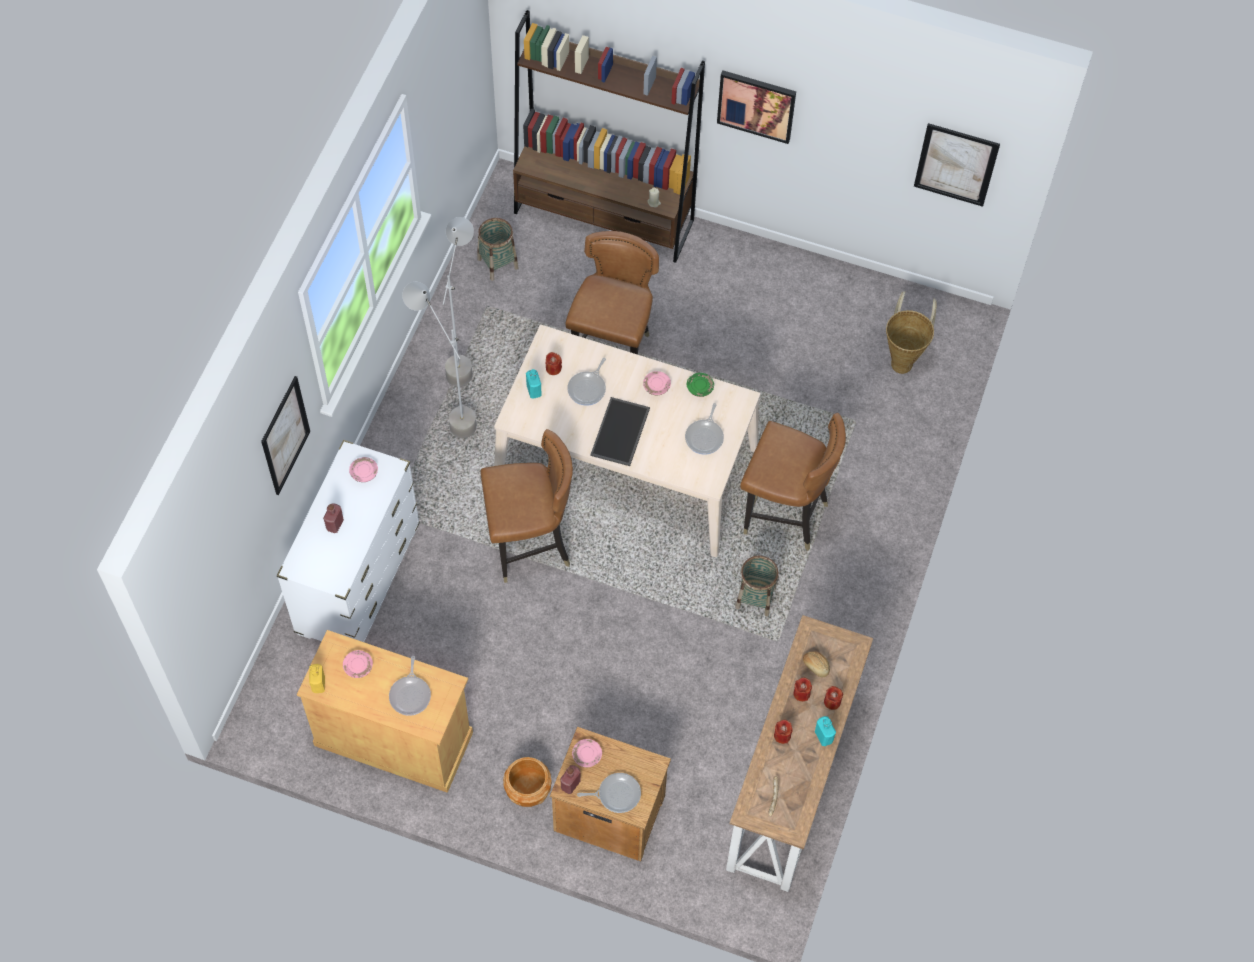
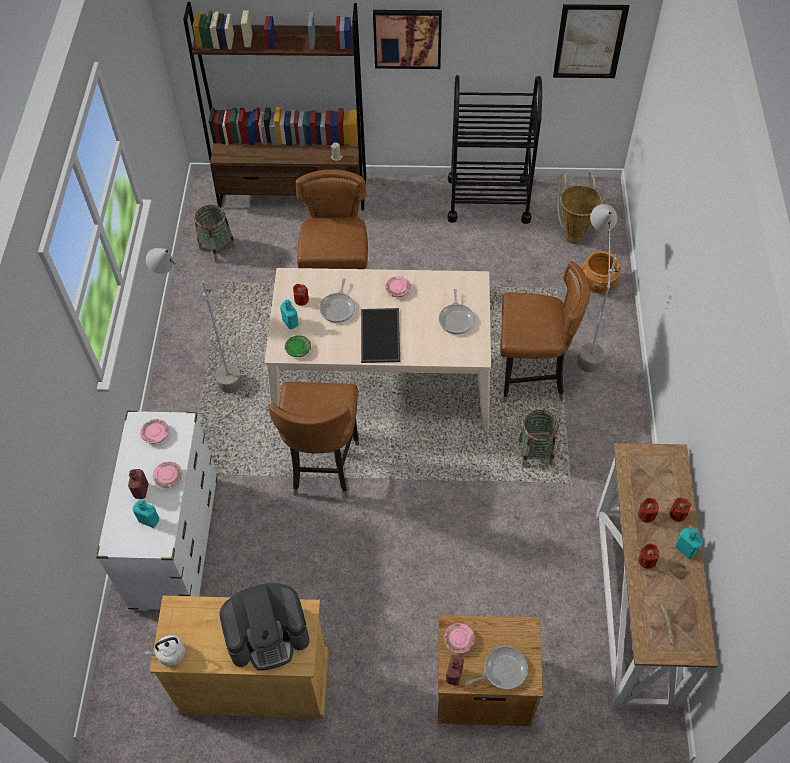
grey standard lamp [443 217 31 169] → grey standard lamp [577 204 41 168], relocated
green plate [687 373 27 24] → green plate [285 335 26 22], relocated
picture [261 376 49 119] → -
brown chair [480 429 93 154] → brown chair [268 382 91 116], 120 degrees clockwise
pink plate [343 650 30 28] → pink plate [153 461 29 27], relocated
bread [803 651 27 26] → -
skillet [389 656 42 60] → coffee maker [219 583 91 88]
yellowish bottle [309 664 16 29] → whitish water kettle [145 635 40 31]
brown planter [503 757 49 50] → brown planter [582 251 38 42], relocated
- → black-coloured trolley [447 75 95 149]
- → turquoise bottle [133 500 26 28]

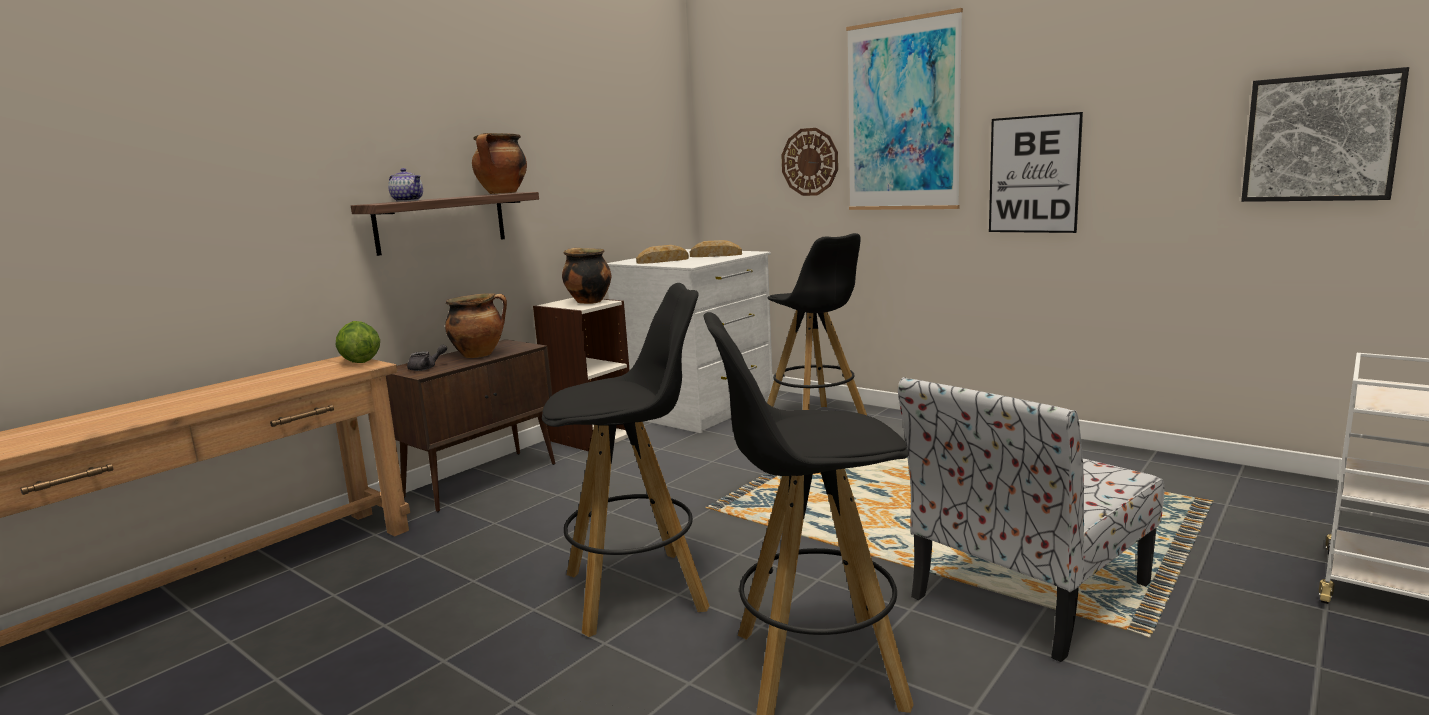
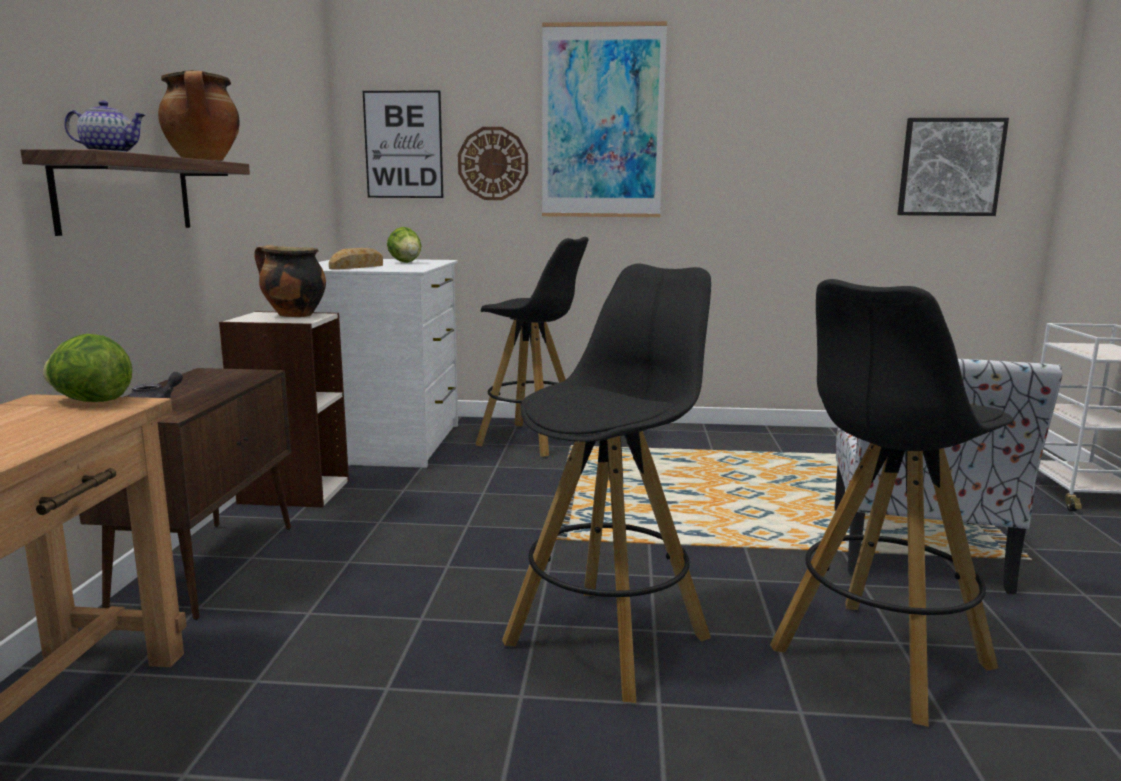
picture [989 112 94 121] → picture [363 90 80 108], relocated
bread [690 240 52 17] → lettuce head [387 227 34 36]
stockpot [445 293 62 65] → -

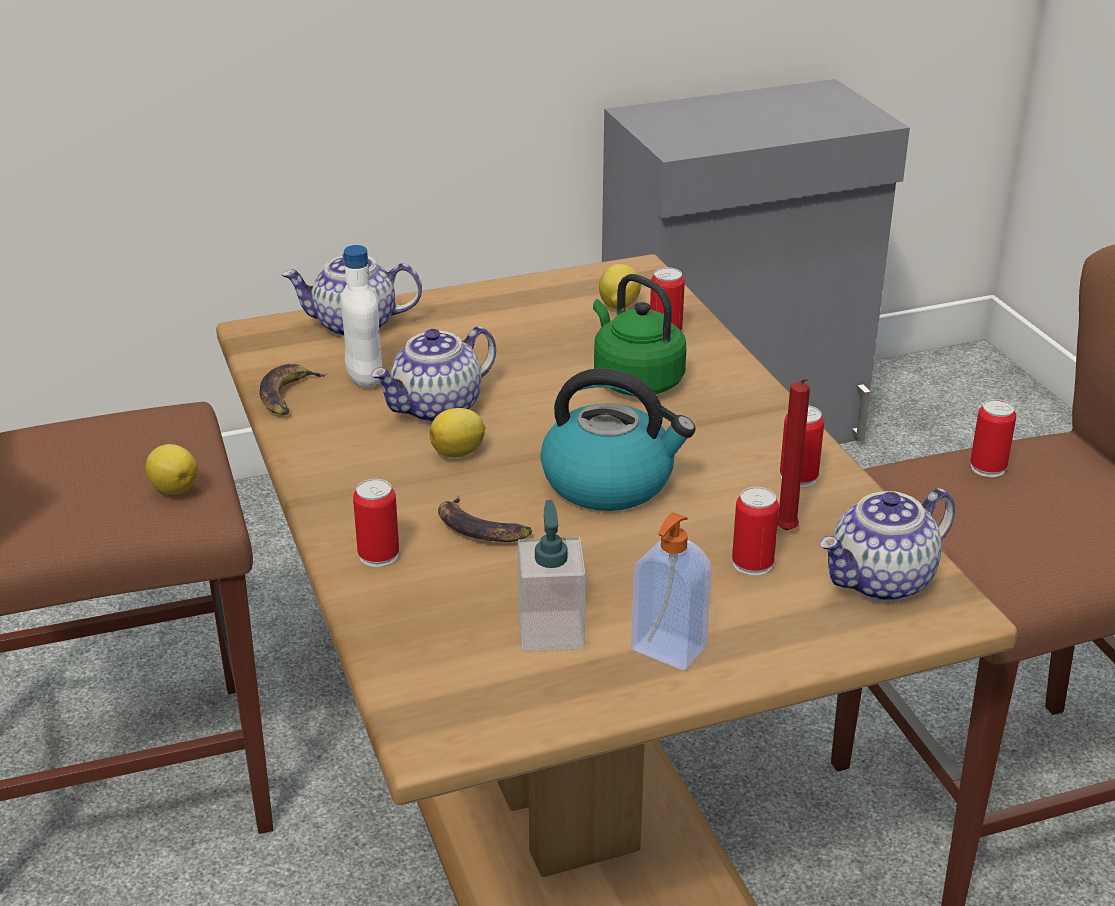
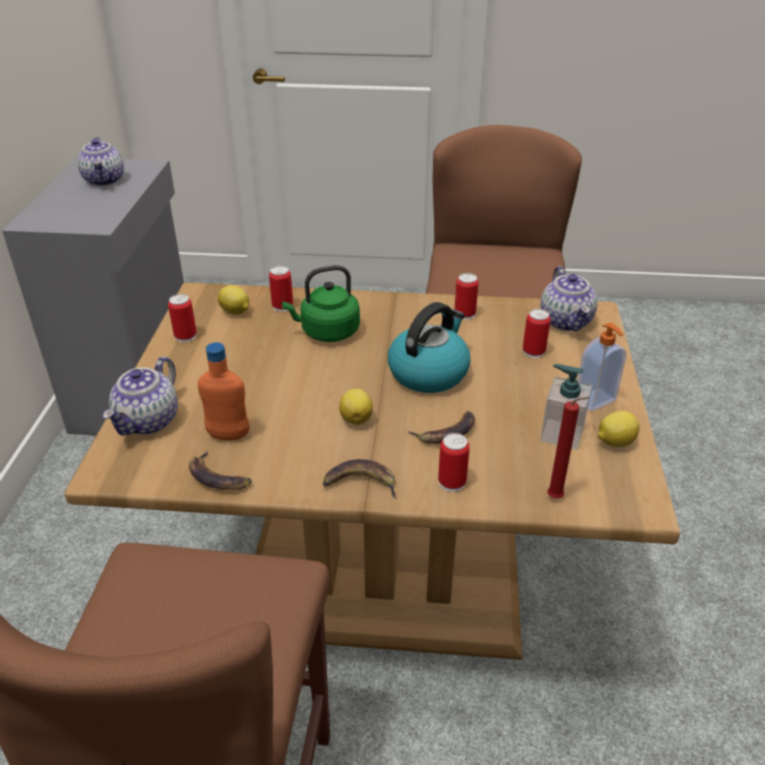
whitish bottle [341 245 41 144] → orange-coloured bottle [198 342 52 98]
pot for tea [371 326 125 97] → pot for tea [77 137 47 49], relocated
reddish candle [777 378 33 153] → reddish candle [548 397 42 102], relocated
can [970 399 46 78] → can [168 294 29 48], relocated
whole lemon [145 444 53 50] → whole lemon [598 411 41 36], relocated
- → banana [322 459 74 40]

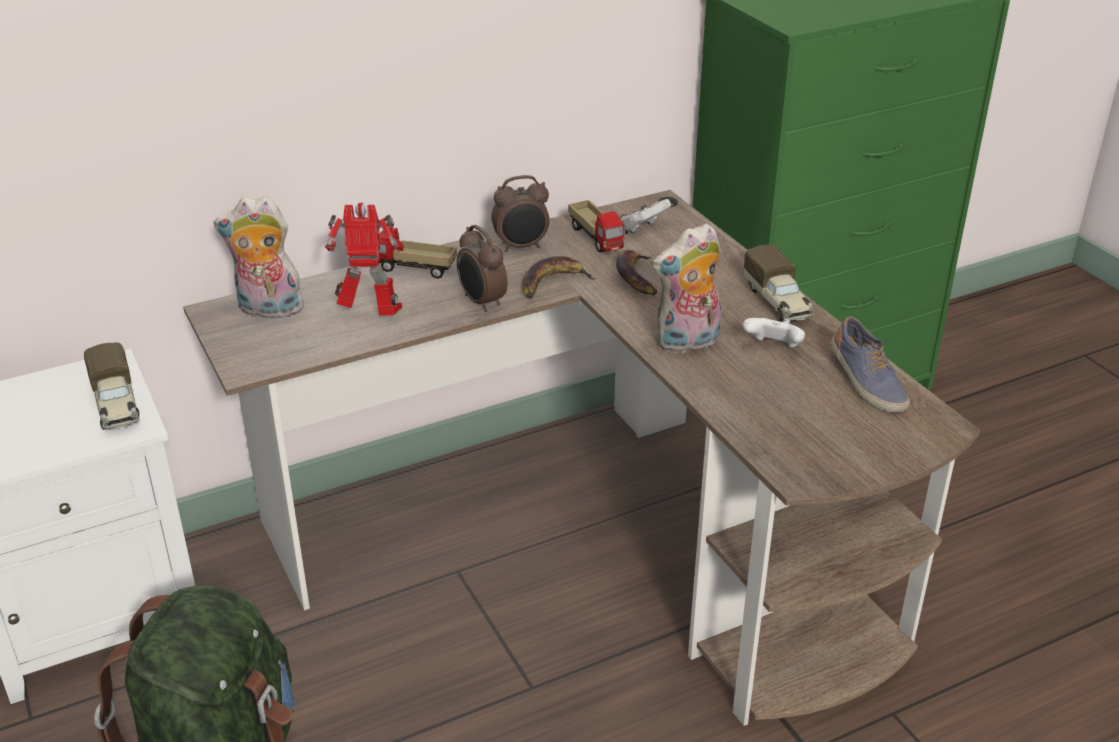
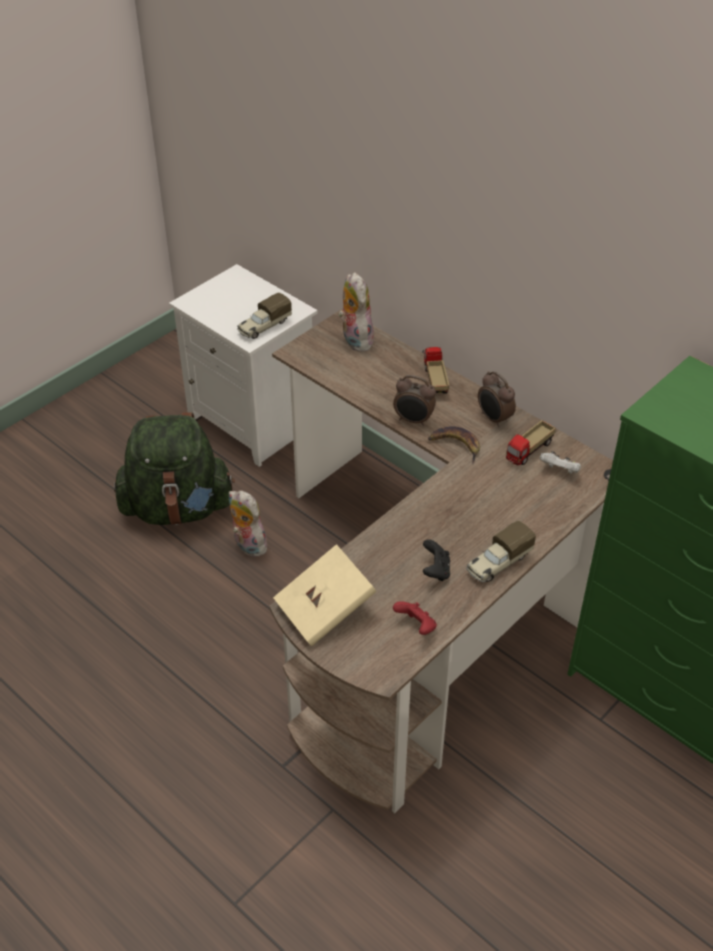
robot figure [325 202 79 114] → -
cuddly toy [652 223 69 131] → cuddly toy [229 490 38 67], relocated
alarm clock [457 225 51 87] → alarm clock [393 375 43 51], 105 degrees counterclockwise
banana [616 250 41 45] → -
shoe [831 316 79 97] → reddish joypad [393 601 44 34]
whitish joypad [743 318 62 29] → black-coloured joypad [423 539 27 42]
- → beige-coloured bound book [273 544 104 102]

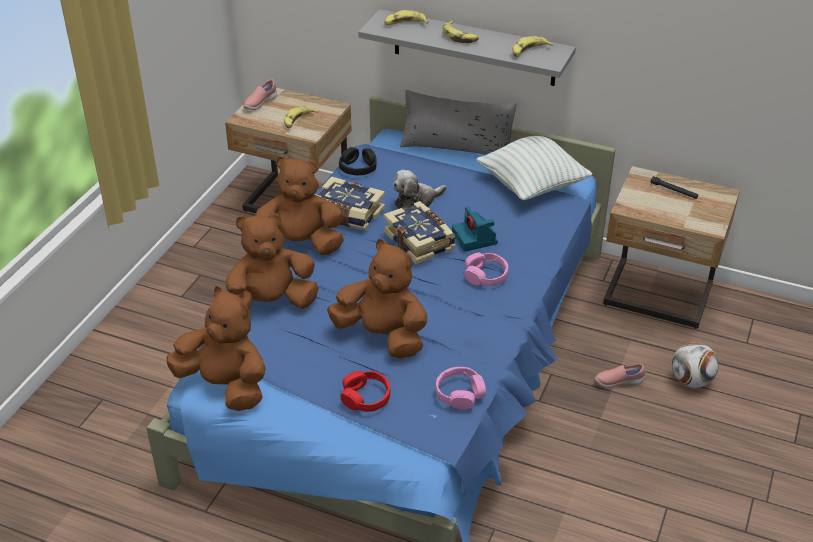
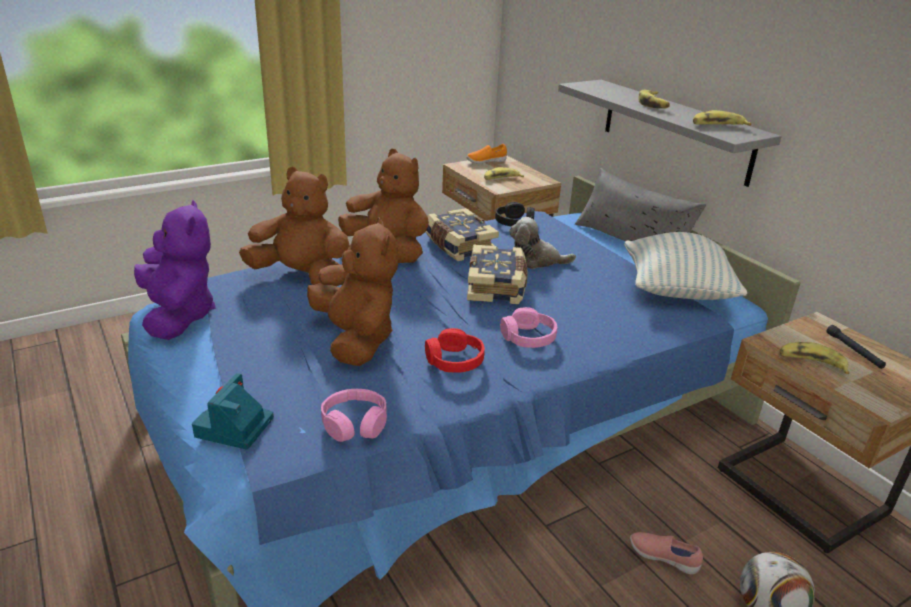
banana [385 10 44 16] → banana [780 342 69 32], relocated
pink shoe [243 79 34 31] → orange-coloured shoe [466 144 41 20]
still camera [452 207 46 45] → still camera [192 373 82 77], relocated
brown cuddly toy [167 286 98 125] → purplish cuddly toy [134 200 82 140]
reddish pair of headphones [340 371 50 41] → reddish pair of headphones [425 328 60 45], relocated

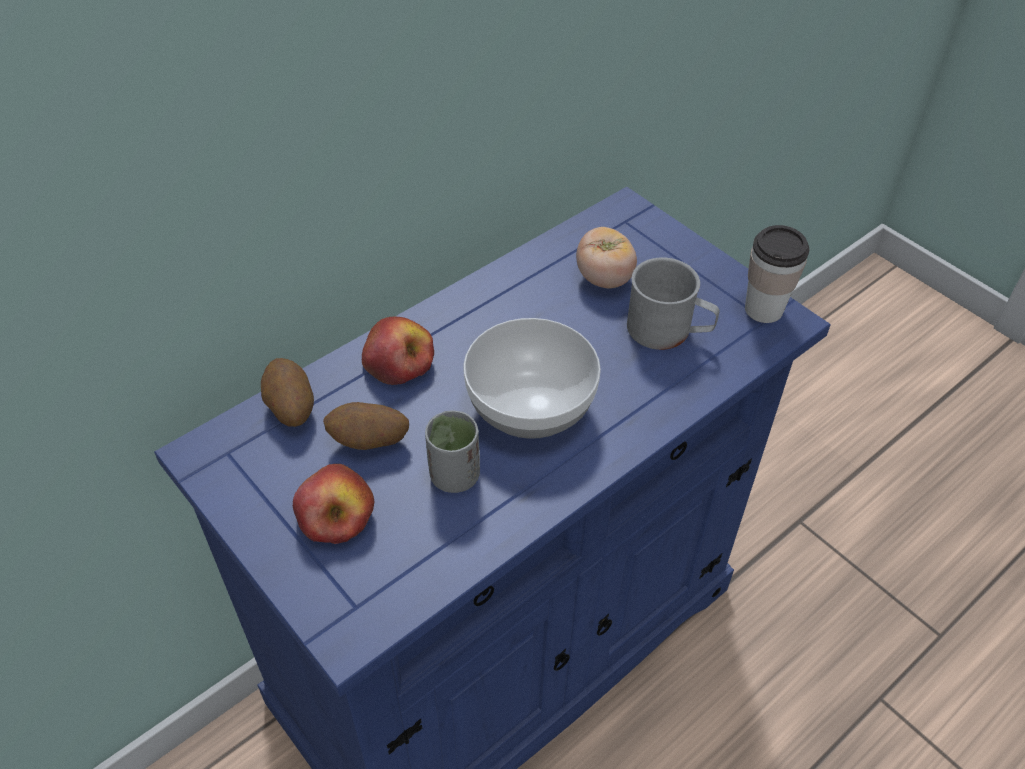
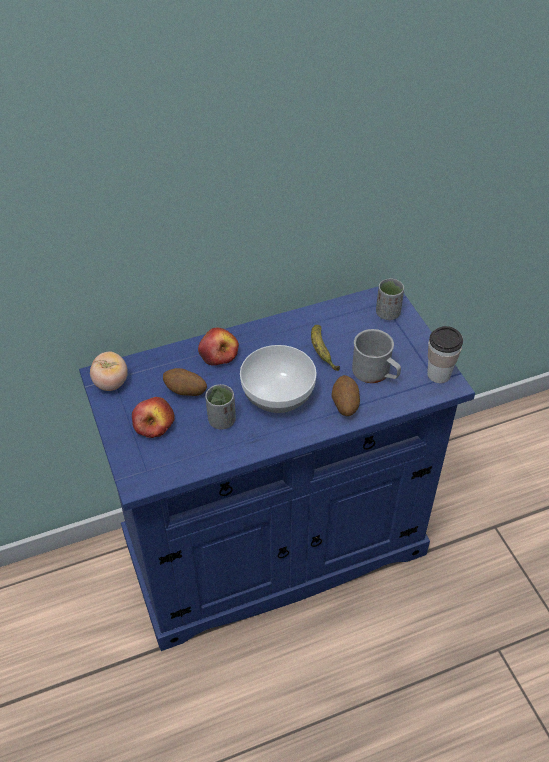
whole tomato [576 227 61 61] → whole tomato [90 352 38 39], relocated
whole potato [261 358 53 69] → whole potato [332 375 28 41], relocated
- → grey cup [376 278 28 42]
- → banana [311 325 29 46]

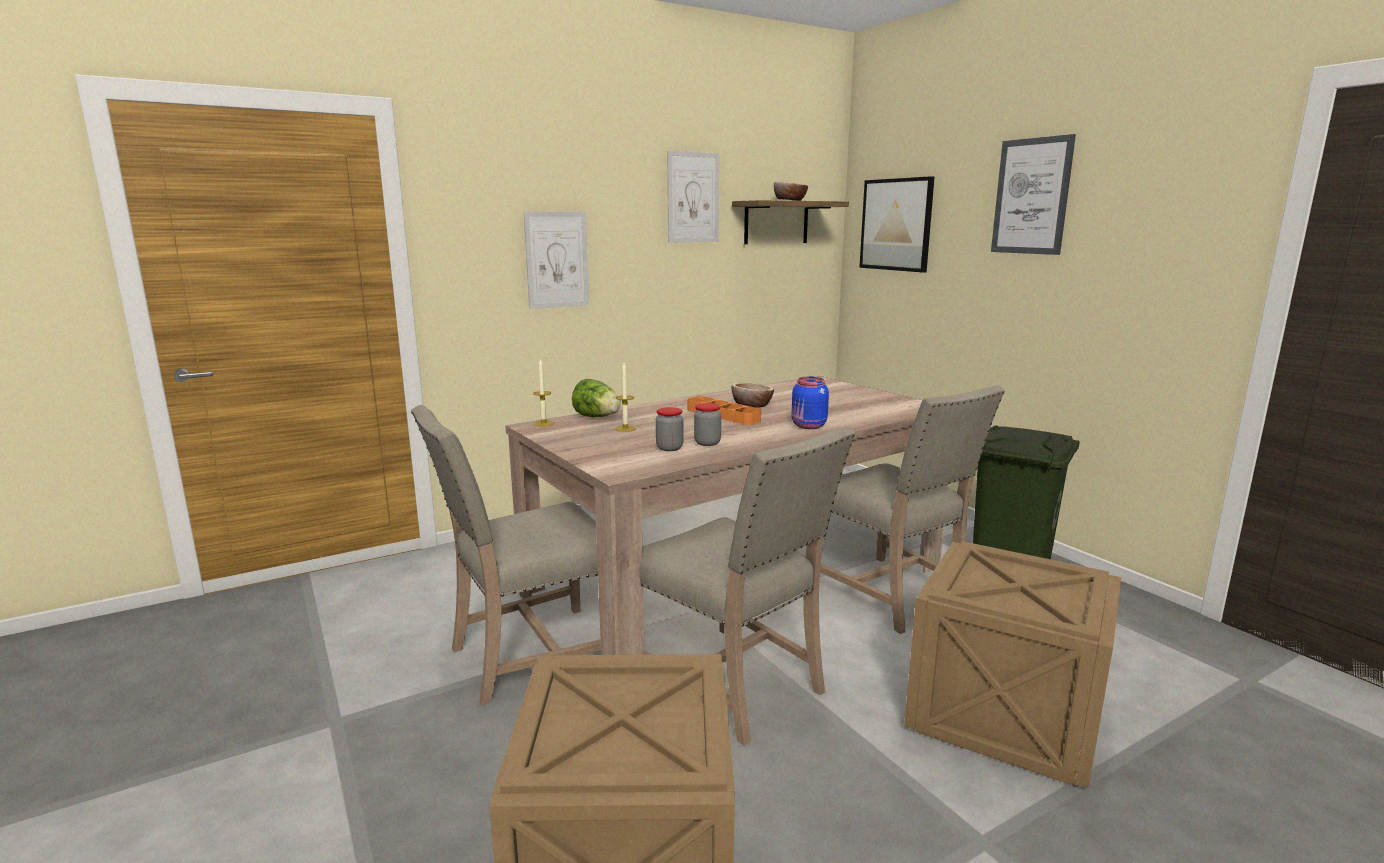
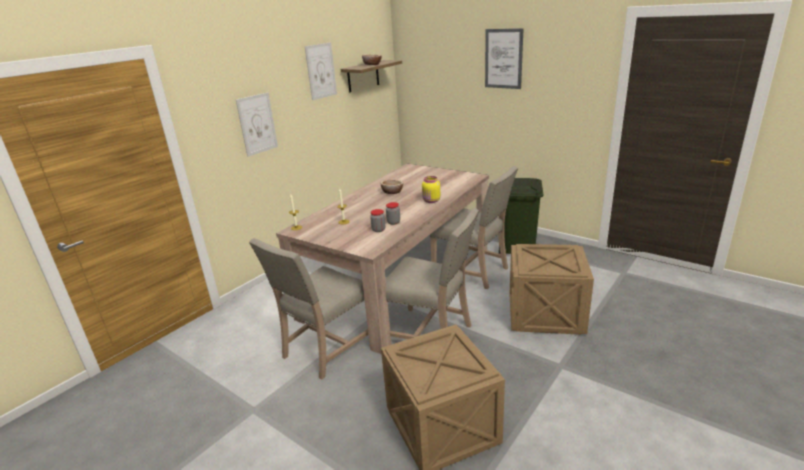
picture [859 176 76 97] → -
blue-coloured jar [791 377 38 52] → yellowish jar [422 176 18 27]
lettuce head [572 379 49 38] → -
orange-coloured tray [688 396 73 29] → -

